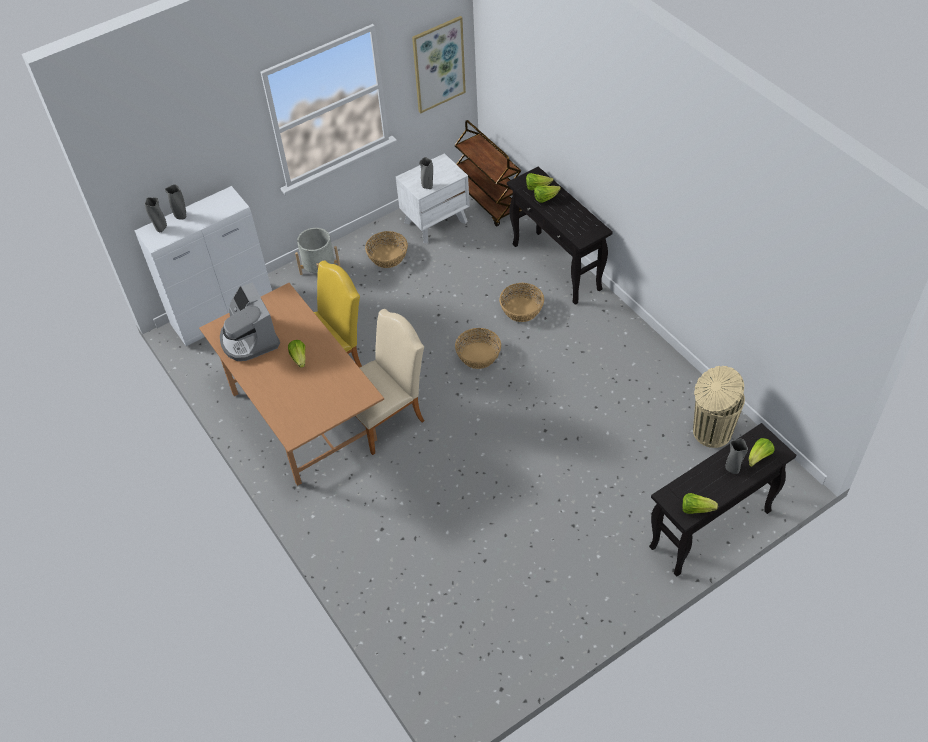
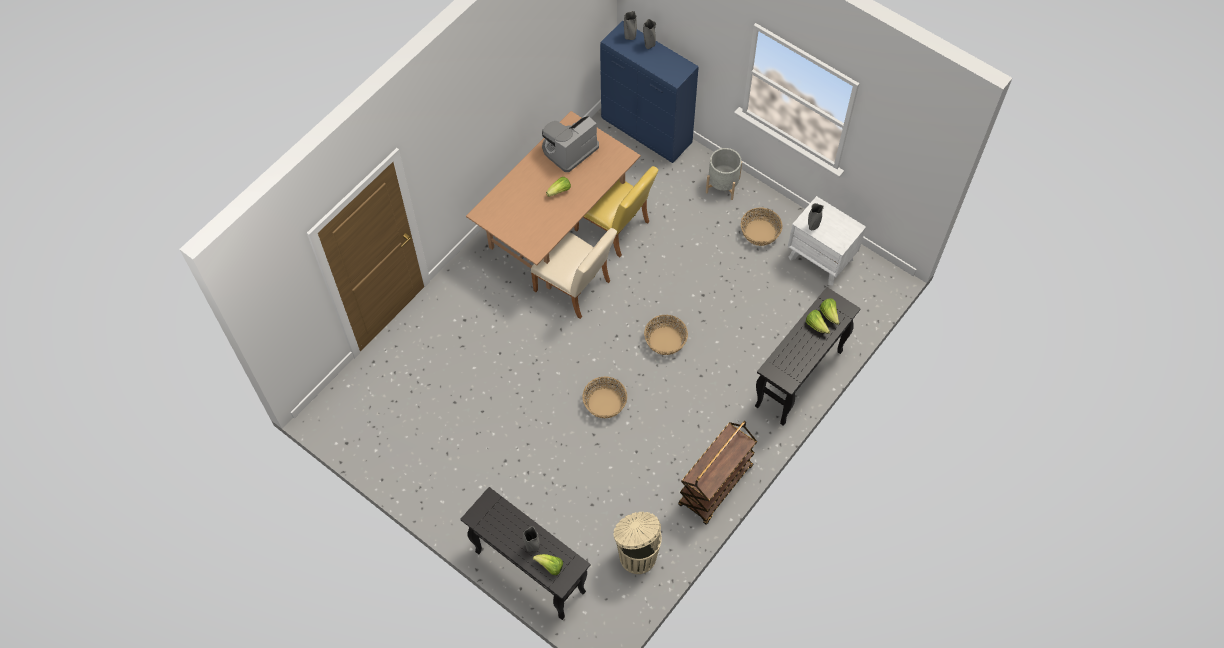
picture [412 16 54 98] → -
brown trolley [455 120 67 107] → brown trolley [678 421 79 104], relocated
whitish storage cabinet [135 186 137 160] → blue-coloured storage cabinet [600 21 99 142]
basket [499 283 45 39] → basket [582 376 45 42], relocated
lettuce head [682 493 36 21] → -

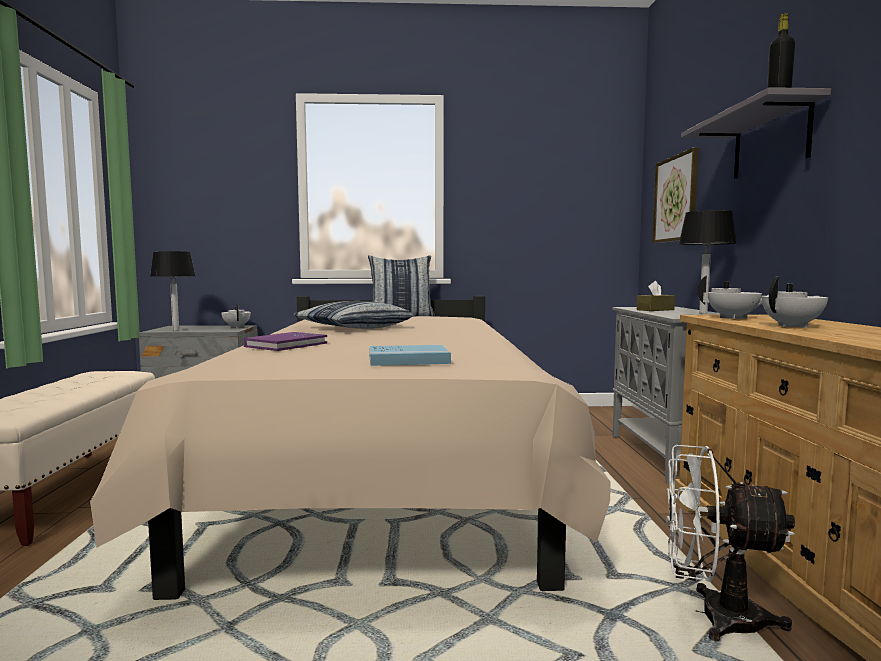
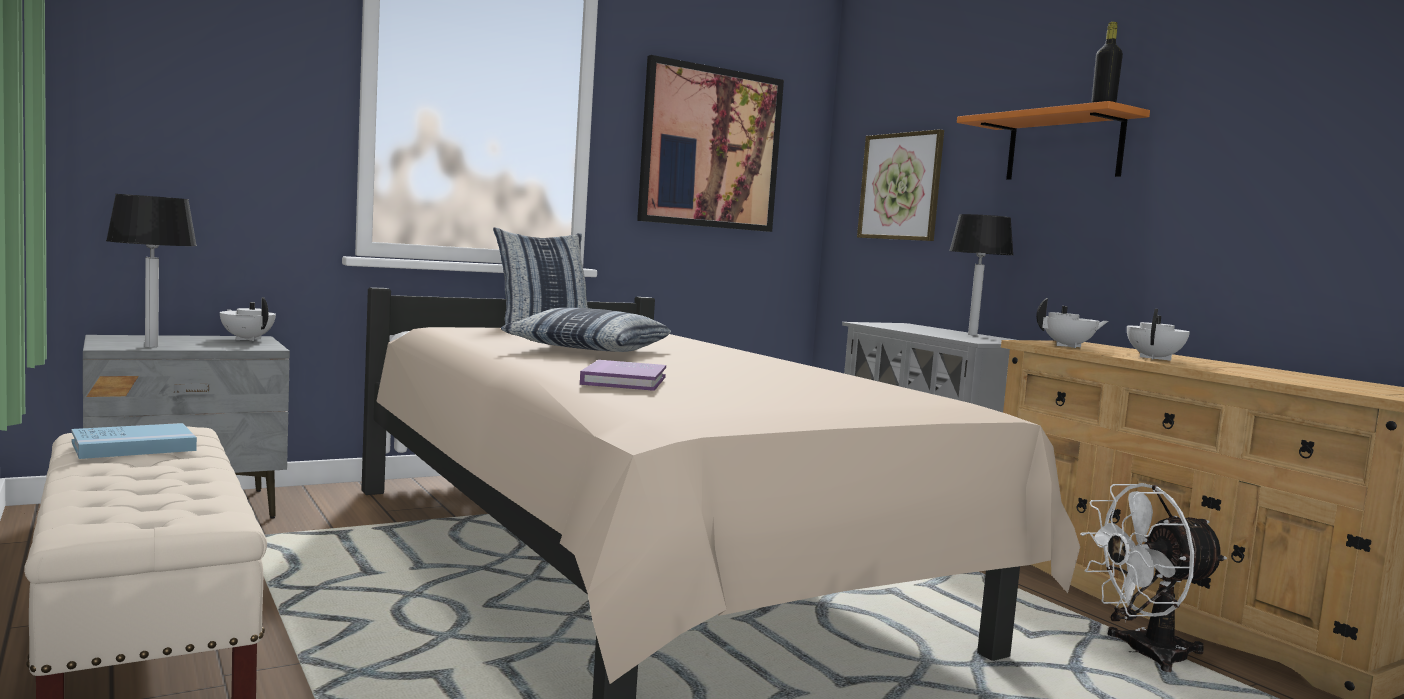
grey wall shelf [681 87 150 92] → orange-coloured wall shelf [957 101 193 79]
brown box of tissues [637 281 38 30] → -
blue-coloured bound book [369 345 82 21] → blue-coloured bound book [72 423 125 36], relocated
- → picture [637 55 147 177]

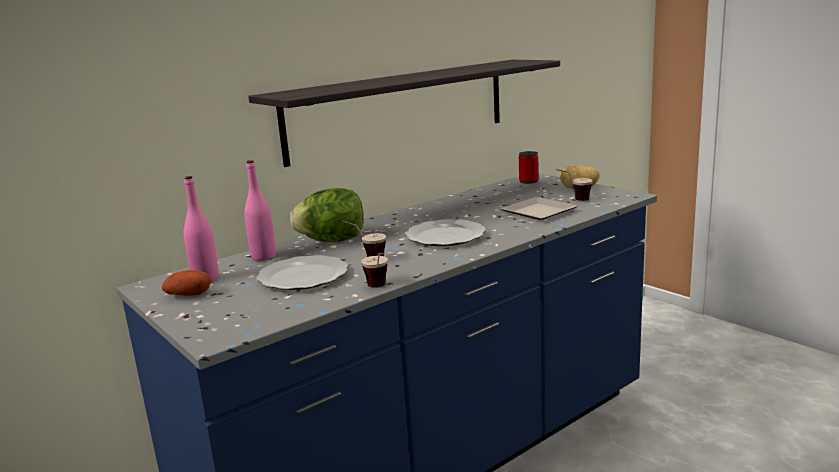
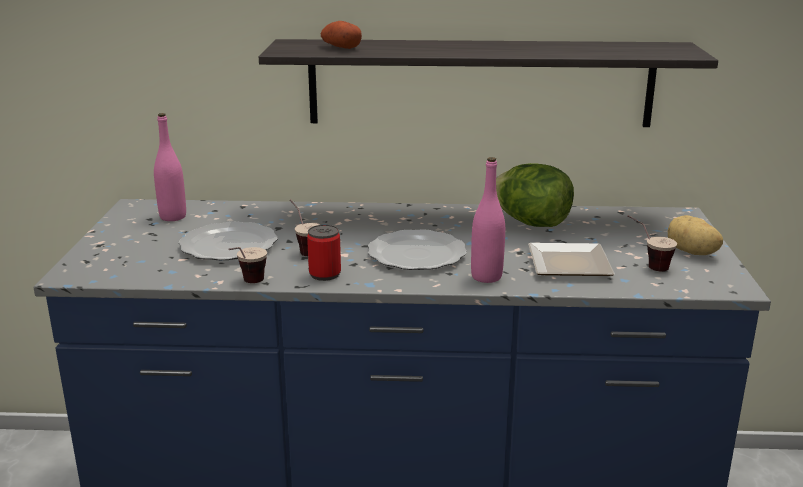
can [519 151 20 33] → can [307 225 34 56], relocated
pink bottle [244 160 32 101] → pink bottle [471 157 34 126], relocated
lettuce head [290 188 74 54] → lettuce head [496 163 78 64], relocated
whole potato [162 270 49 26] → whole potato [320 21 42 28], relocated

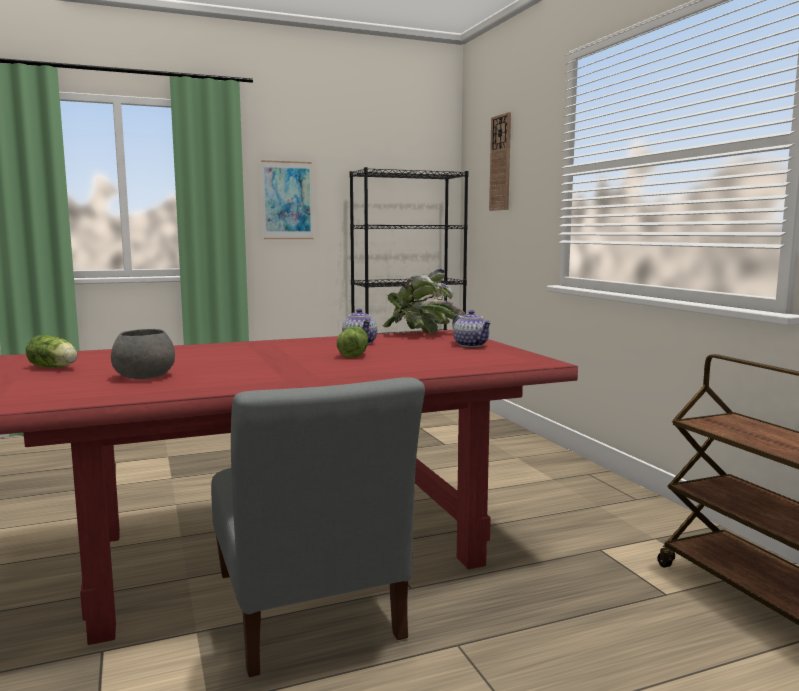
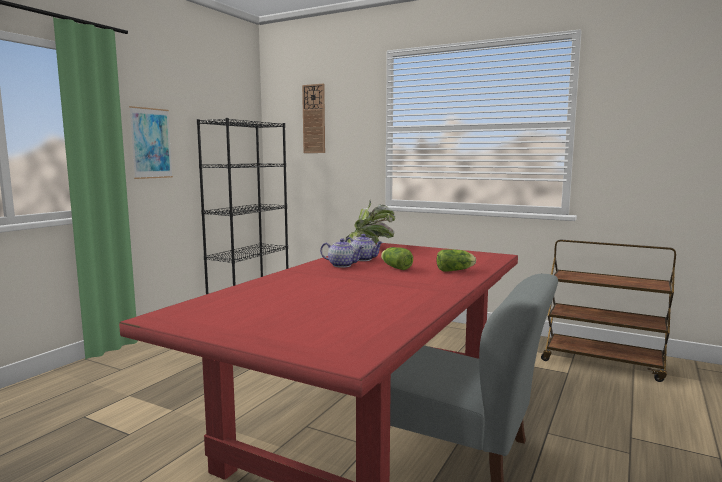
pot for tea [452 310 40 37] → pot for tea [320 238 44 30], relocated
grey bowl [111 329 64 50] → -
lettuce head [26 335 51 33] → lettuce head [436 249 40 23], relocated

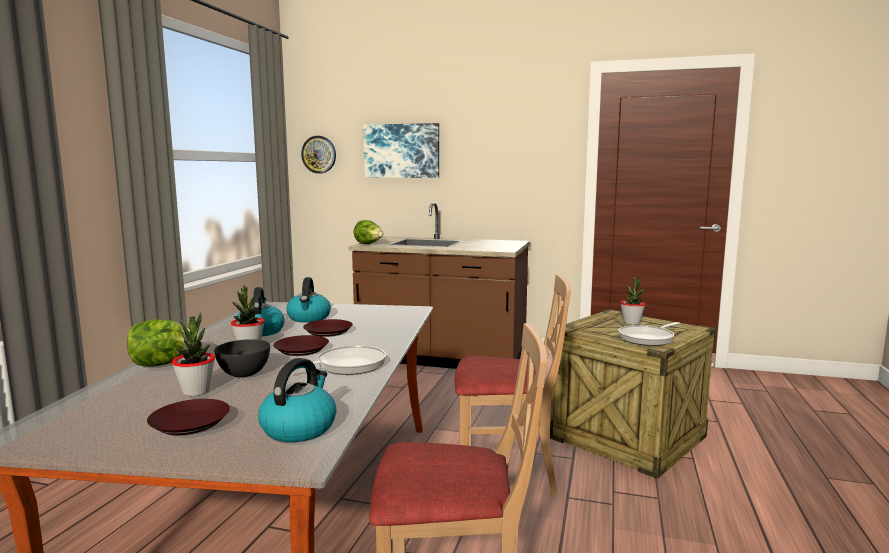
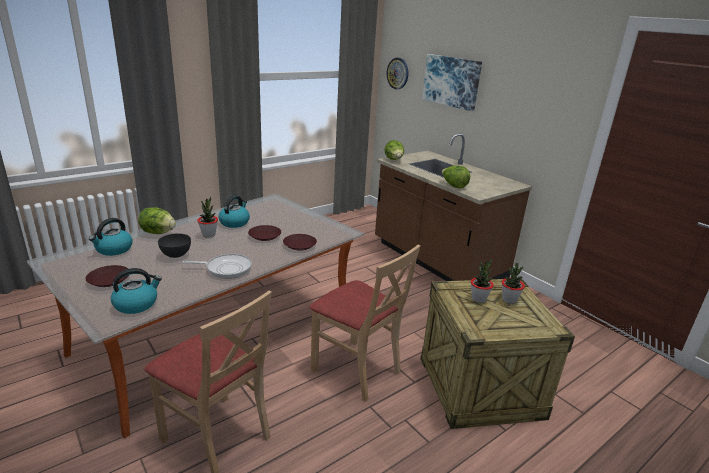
water kettle [286 277 45 45] → water kettle [89 218 44 38], relocated
plant in a pot [172 313 43 83] → plant in a pot [471 259 23 44], relocated
skillet [619 322 61 24] → -
brown plate [273 335 56 21] → brown plate [283 234 34 17], relocated
- → lettuce head [442 165 28 24]

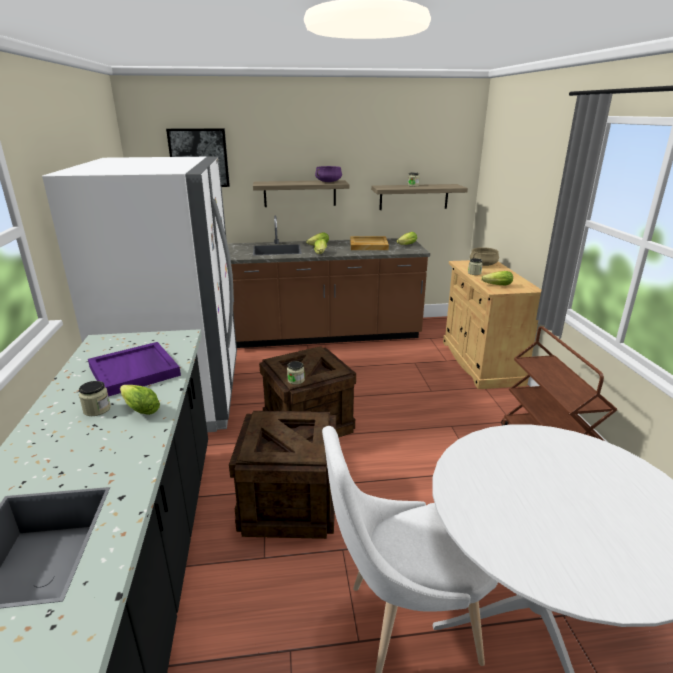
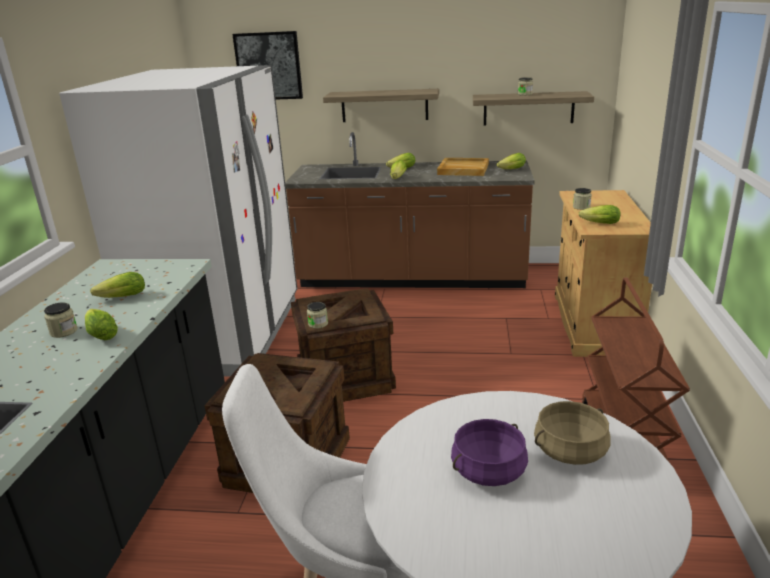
purplish stockpot [315 166 27 16] → purplish stockpot [451 419 77 67], relocated
beige-coloured stockpot [470 247 29 19] → beige-coloured stockpot [534 401 77 64], relocated
purplish tray [88 342 93 55] → lettuce head [90 272 55 26]

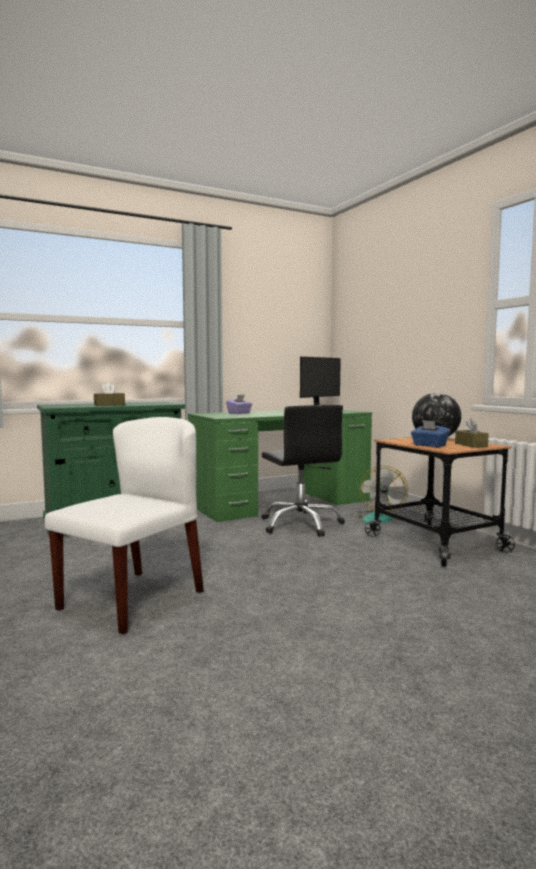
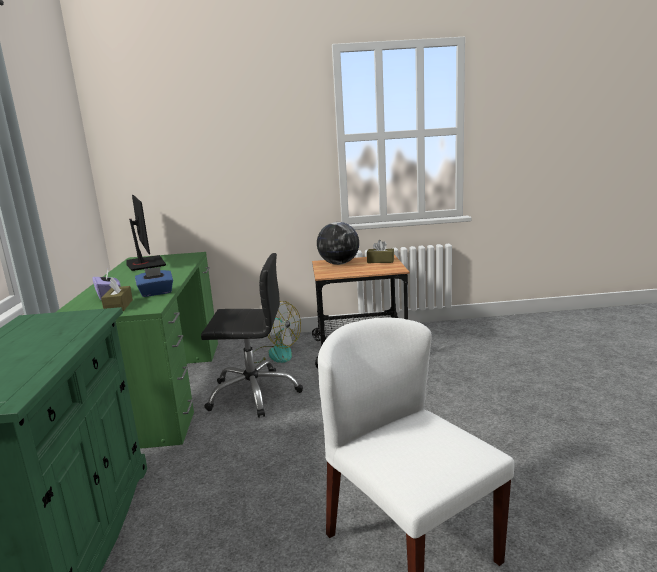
brown box of tissues [94 382 31 24] → brown box of tissues [101 277 32 34], relocated
blue-coloured box of tissues [411 420 39 27] → blue-coloured box of tissues [135 267 38 30], relocated

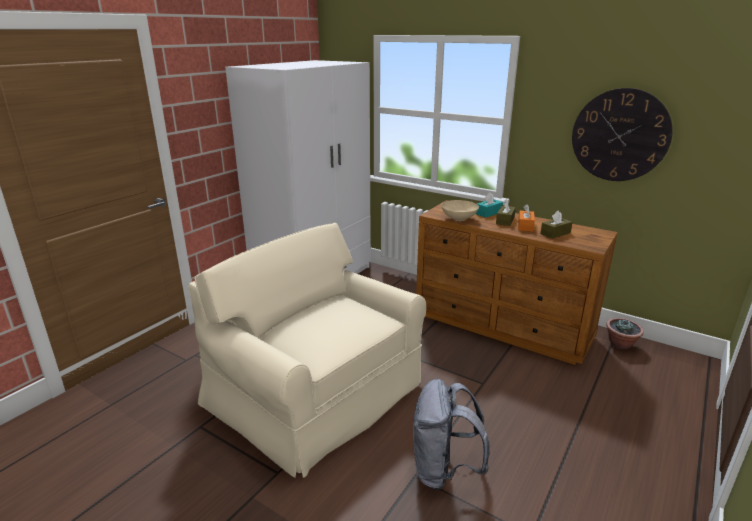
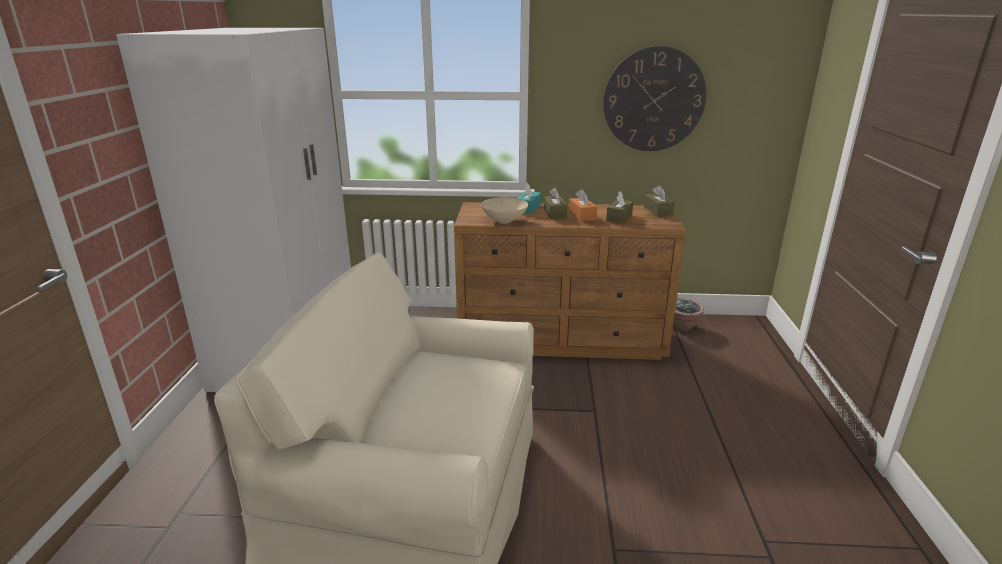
grey backpack [413 379 77 111] → -
- → brown box of tissues [644 185 31 32]

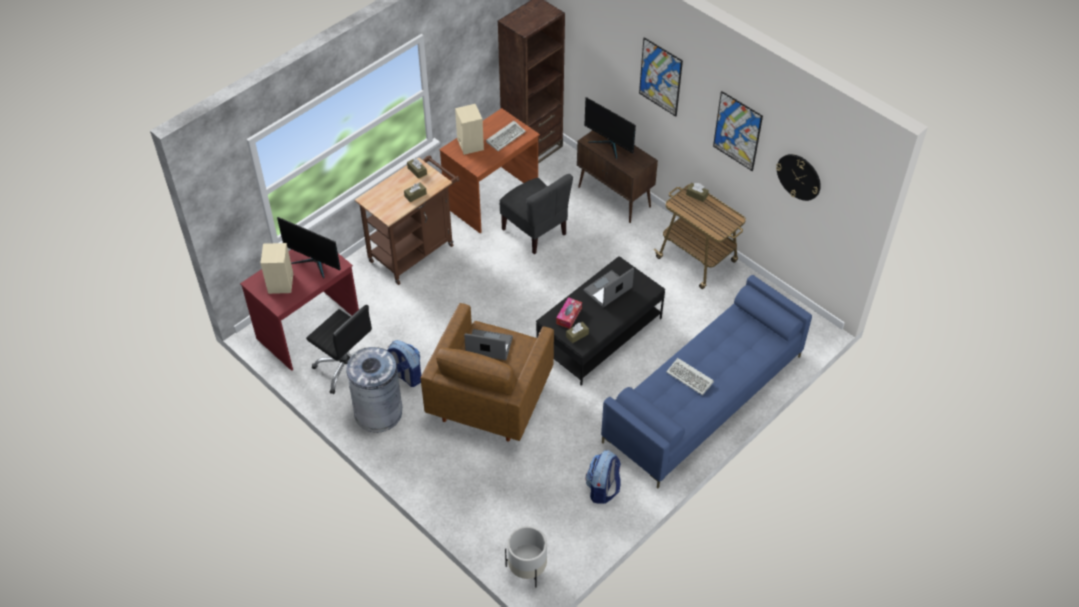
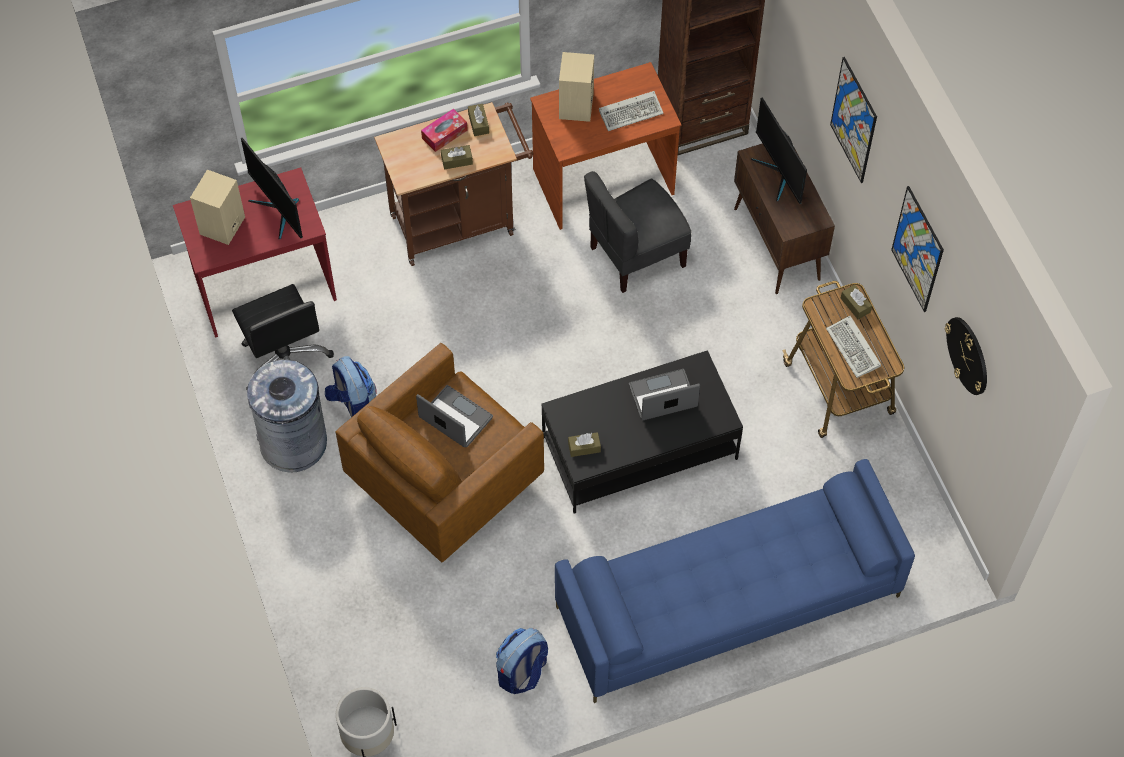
grey chair [499 174 74 80] → grey chair [584 171 108 122], 75 degrees clockwise
box of tissues [556 297 26 32] → box of tissues [421 109 47 43], relocated
computer keyboard [666 358 48 37] → computer keyboard [826 316 55 62], relocated

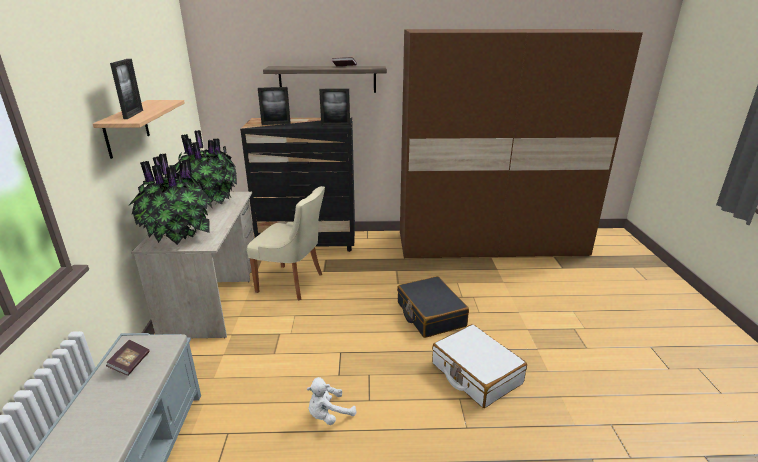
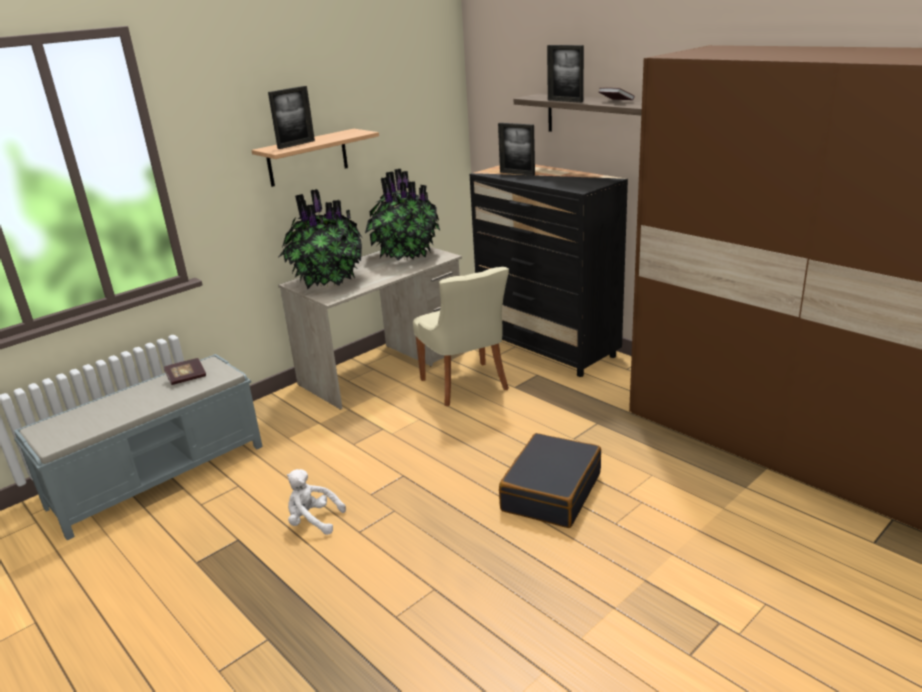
standing frame [319 88 31 38] → standing frame [547 45 37 58], relocated
whitish piece of luggage [432 324 95 84] → -

